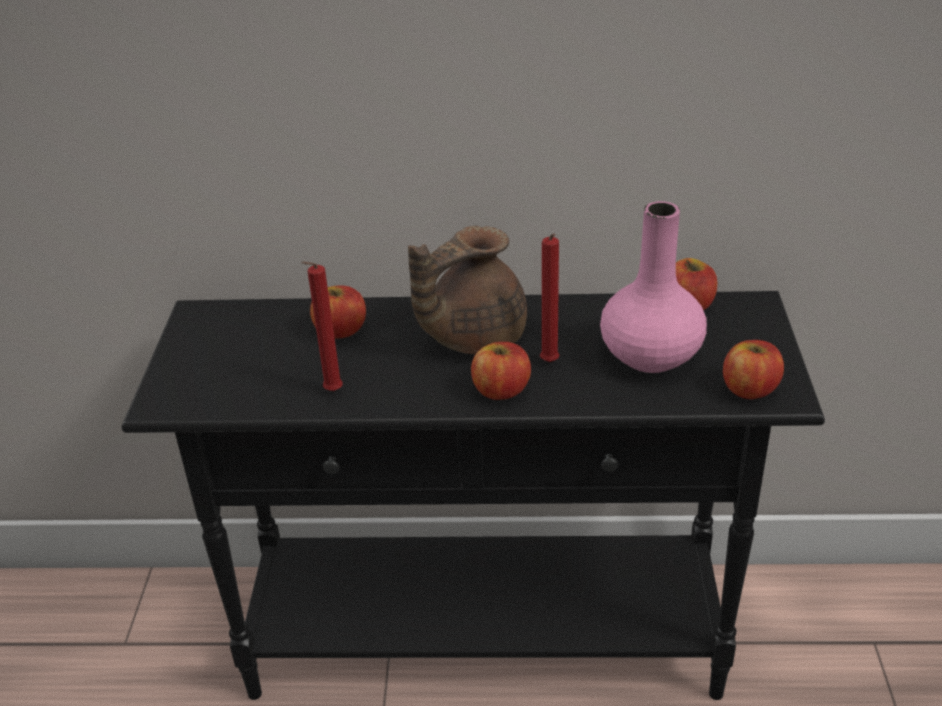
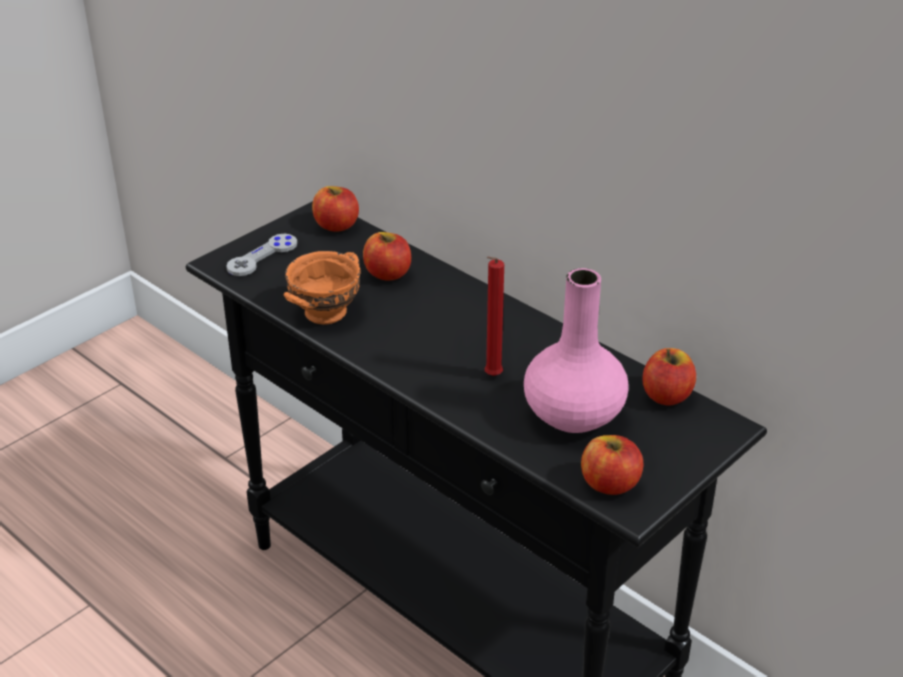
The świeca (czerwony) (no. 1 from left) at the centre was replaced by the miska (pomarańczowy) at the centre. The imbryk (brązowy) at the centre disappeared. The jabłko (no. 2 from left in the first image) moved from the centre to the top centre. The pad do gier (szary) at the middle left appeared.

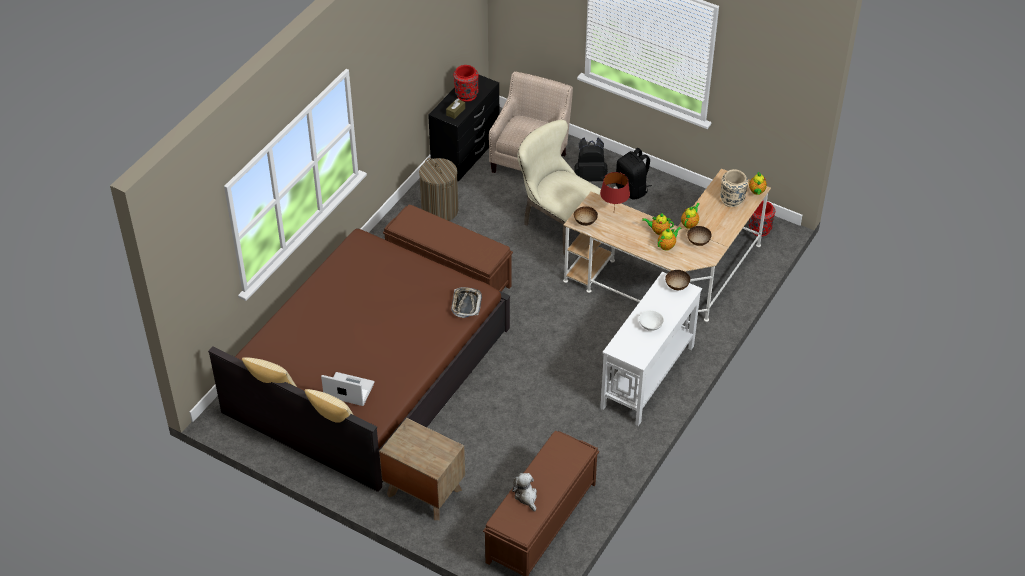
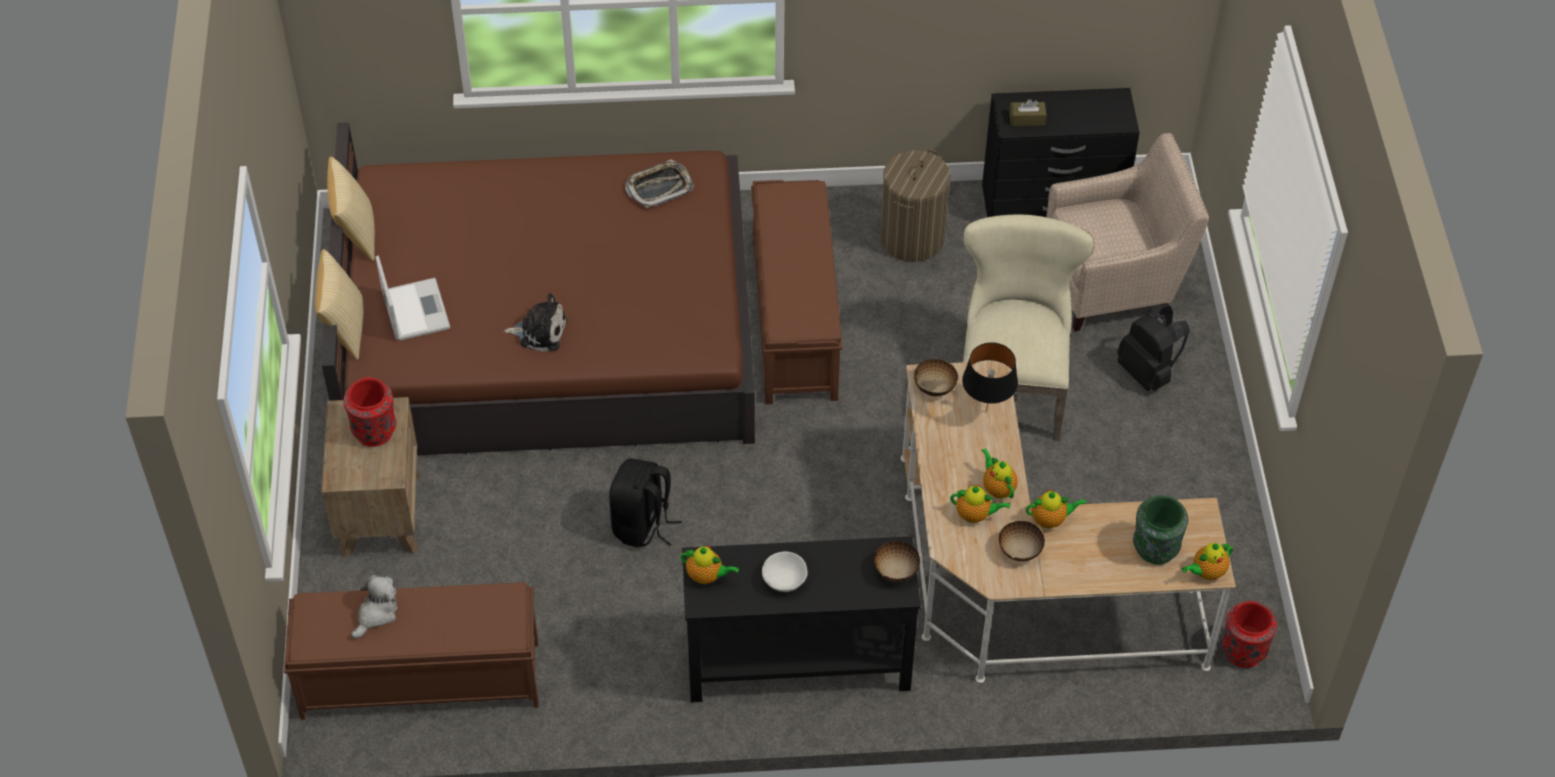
The taca moved from the centre to the top centre. The wazon (czerwony) (no. 1 from left) moved from the top centre to the middle left. The lampa stołowa (czerwony) at the top centre became the lampa stołowa (czarny) at the centre. The stolik konsolowy (biały) at the centre became the stolik konsolowy (czarny) at the bottom centre. The plecak (czarny) (no. 2 from left in the first image) moved from the top centre to the centre. The wazon (beżowy) at the top right became the wazon (zielony) at the bottom right. The pluszak (no. 2 from left) at the centre appeared. The imbryk (no. 1 from left) at the bottom centre appeared.

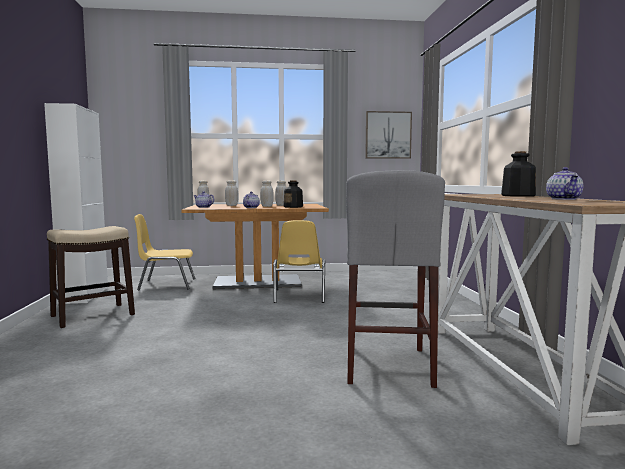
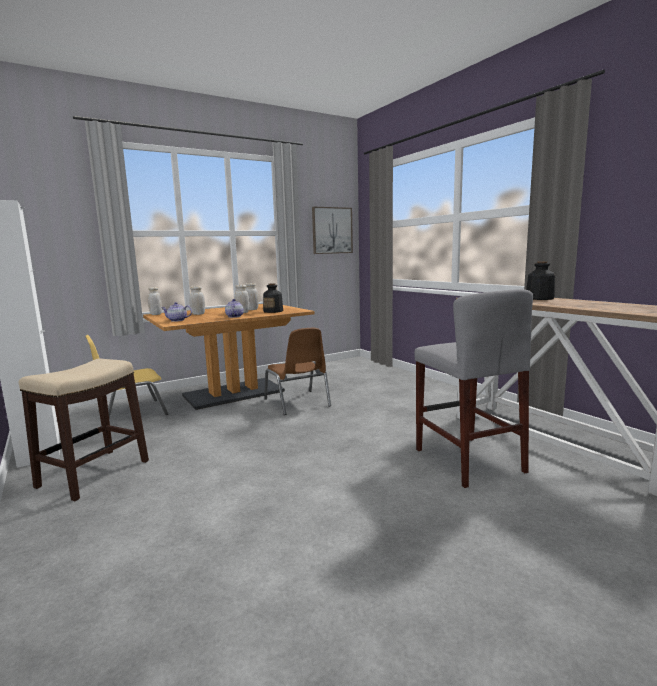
The krzesło (żółty) (no. 2 from left) at the centre became the krzesło (brązowy) at the centre. The imbryk (no. 3 from left) at the middle right disappeared.

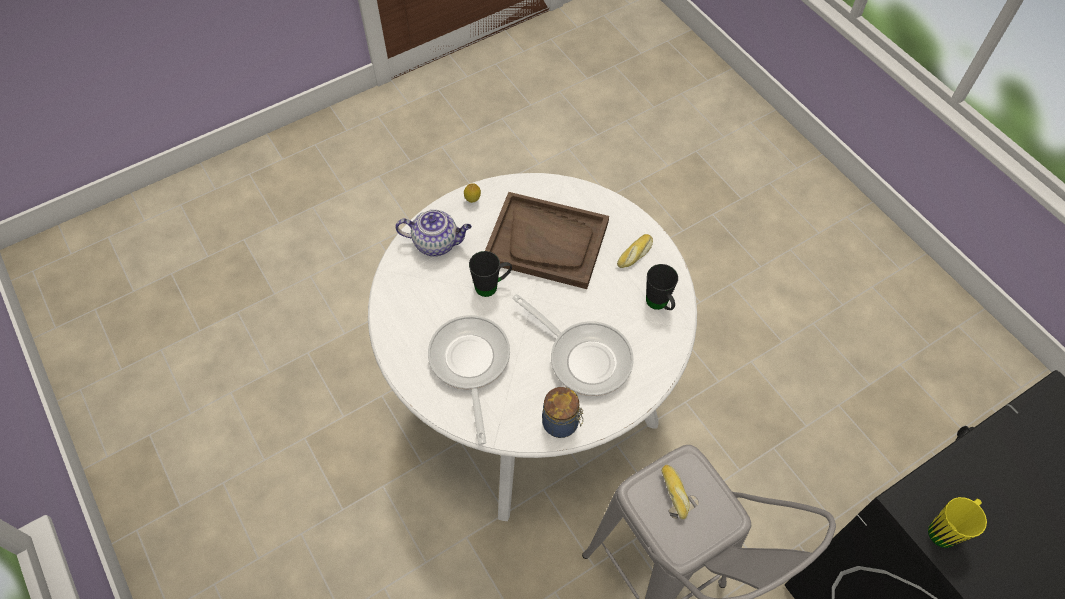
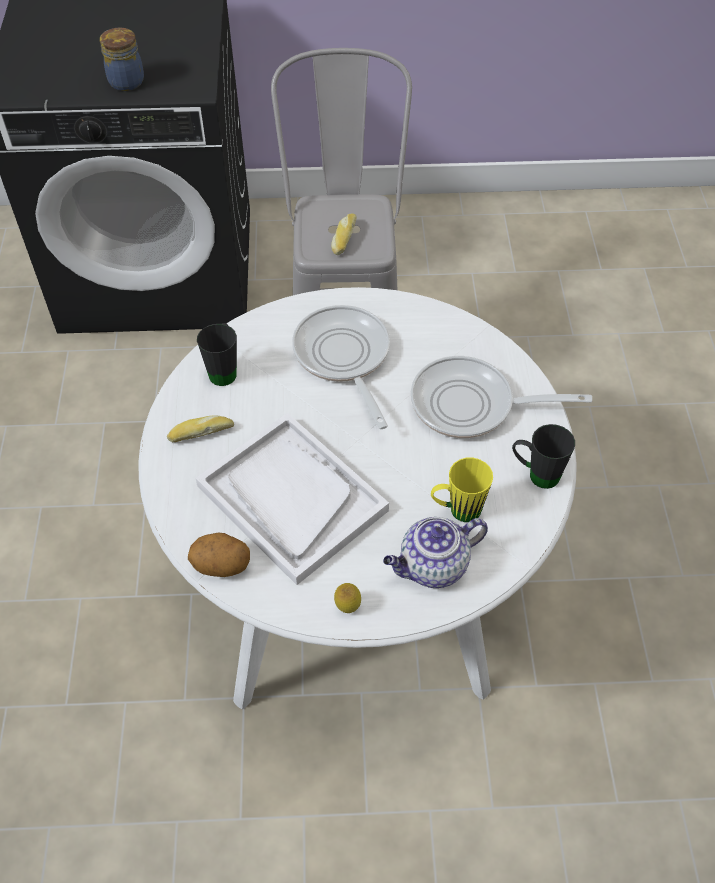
The imbryk at the centre turned 60 degrees counterclockwise. The patelnia (no. 1 from left in the first image) at the centre turned 75 degrees clockwise. The kubek (czarny) (no. 1 from left in the first image) moved from the centre to the middle right. The taca (brązowy) at the centre became the taca (biały) at the centre. The słoik moved from the bottom centre to the top left. The kubek (żółty) moved from the bottom right to the centre. The ziemniak at the middle left appeared.

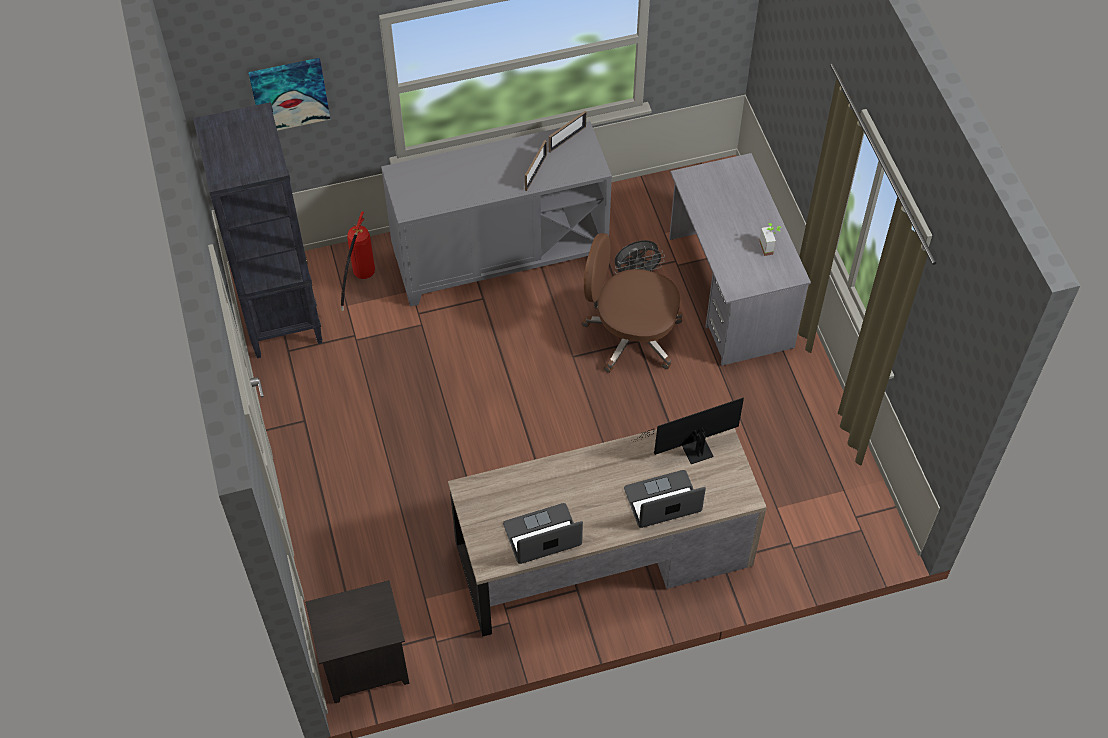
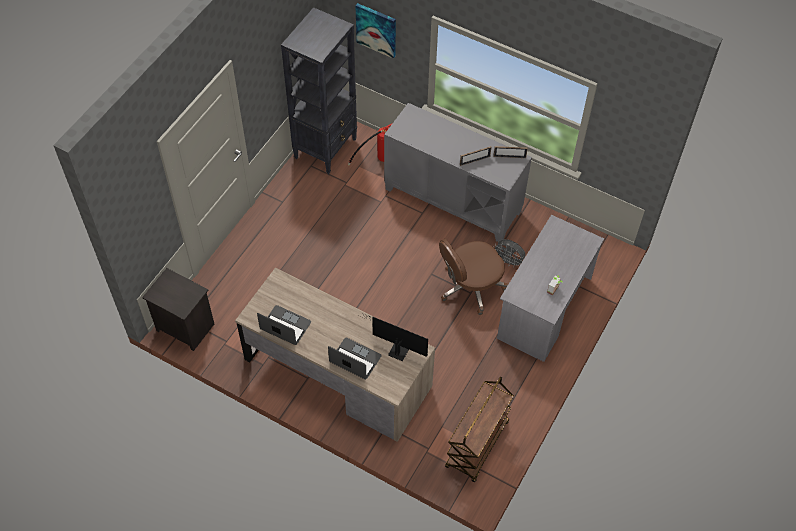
The krzesło biurowe (brązowy) at the centre turned 90 degrees counterclockwise. The wózek (brązowy) at the bottom centre appeared.

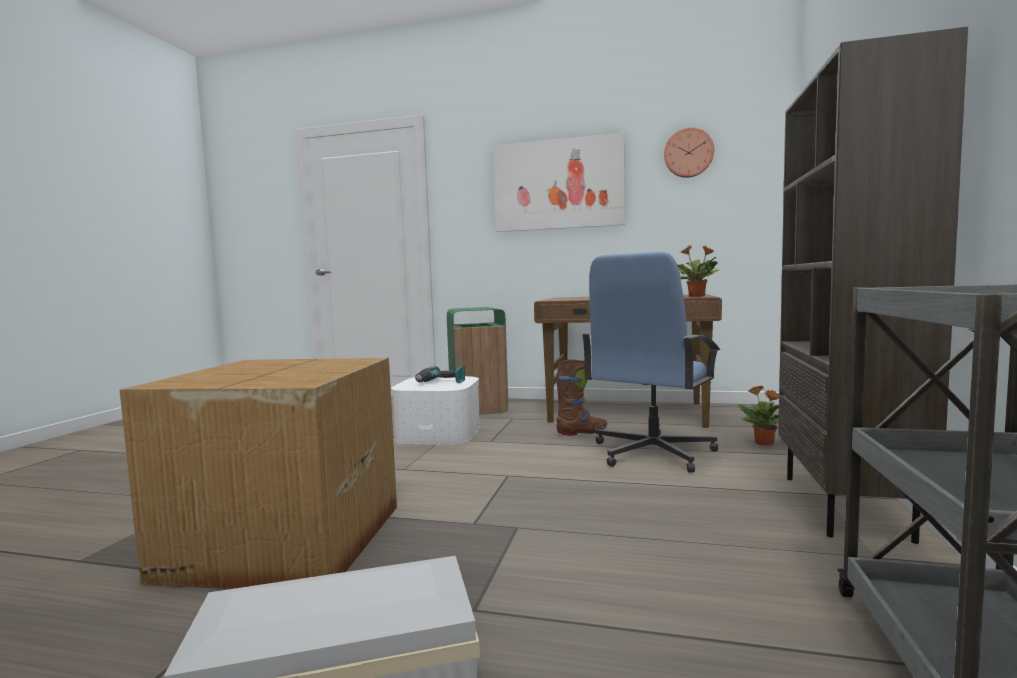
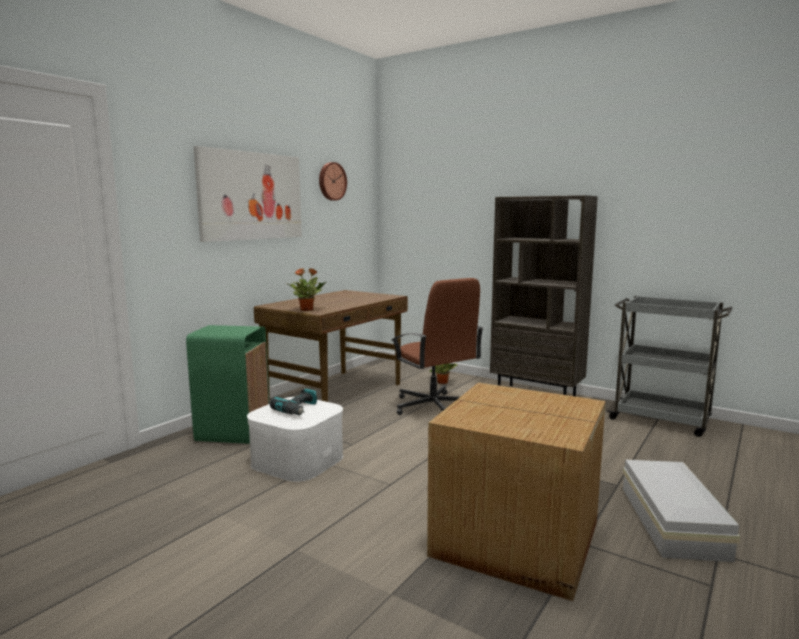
The but z cholewką (brązowy) at the centre disappeared. The krzesło biurowe (niebieski) at the centre became the krzesło biurowe (brązowy) at the centre. The roślina doniczkowa (no. 1 from left) moved from the middle right to the centre.

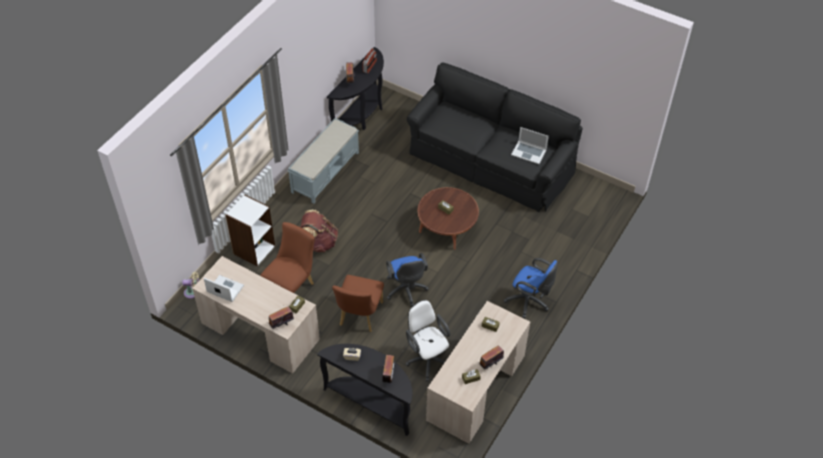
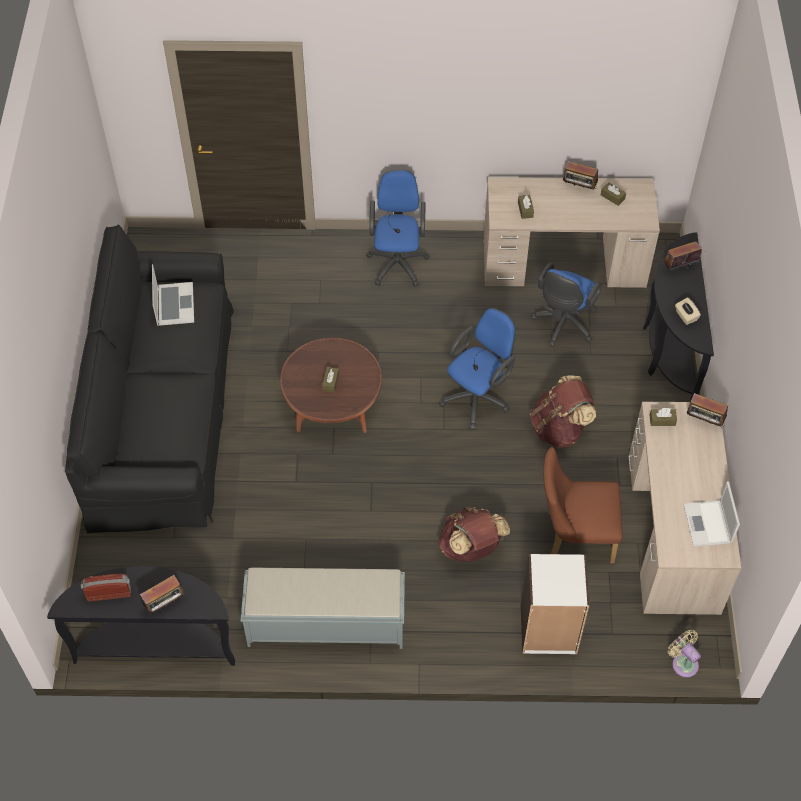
The krzesło (brązowy) (no. 2 from left) at the centre was replaced by the plecak (brązowy) (no. 2 from left) at the middle right. The krzesło biurowe (biały) at the bottom centre became the krzesło biurowe (niebieski) (no. 3 from left) at the middle right.

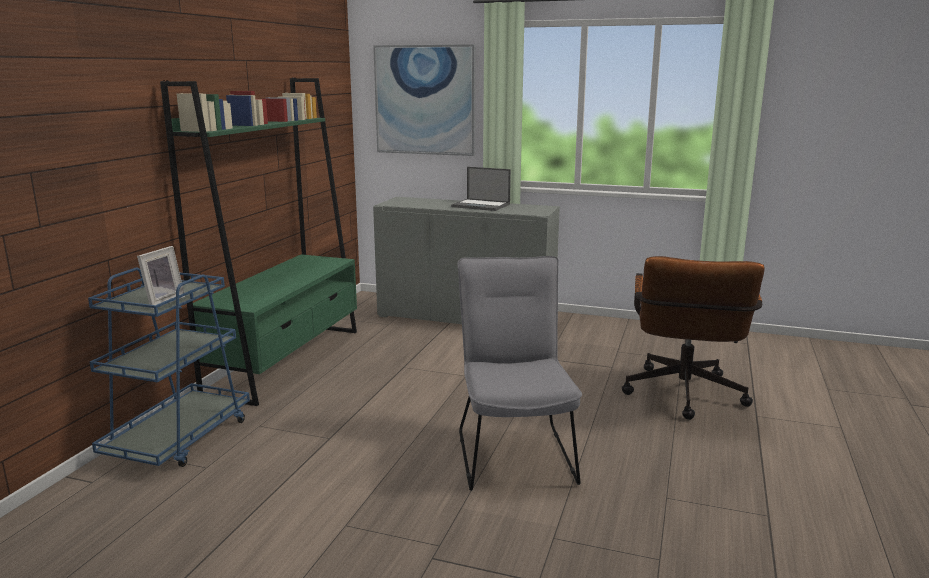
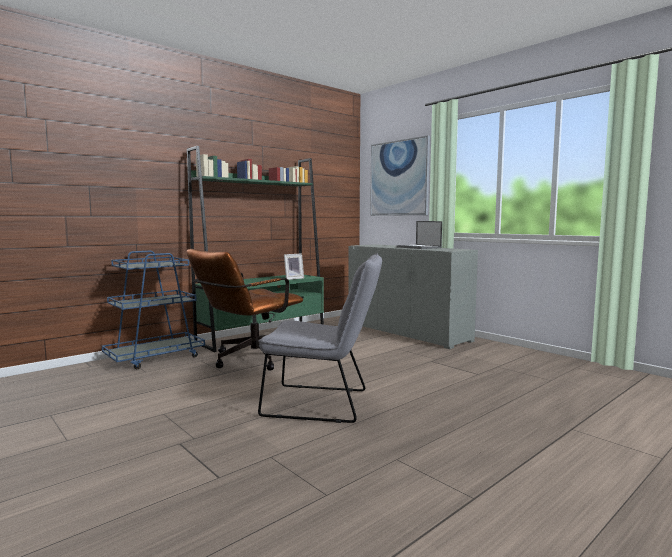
The ramka na zdjęcie moved from the middle left to the centre. The krzesło (szary) at the centre turned 75 degrees clockwise. The krzesło biurowe (brązowy) moved from the middle right to the centre.

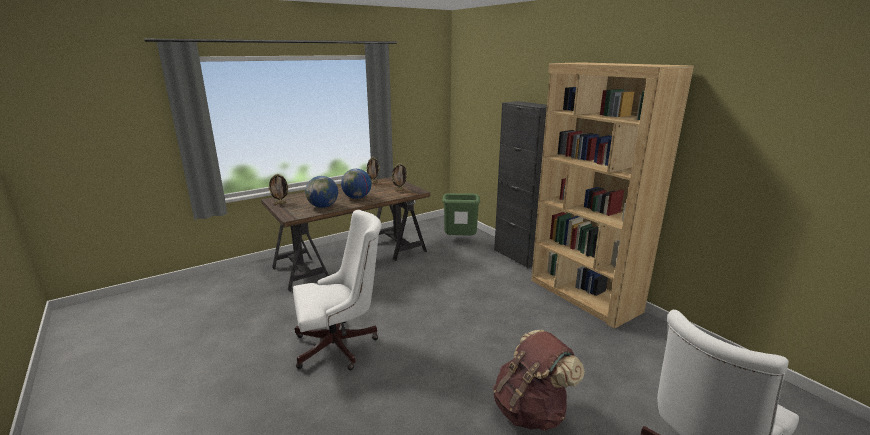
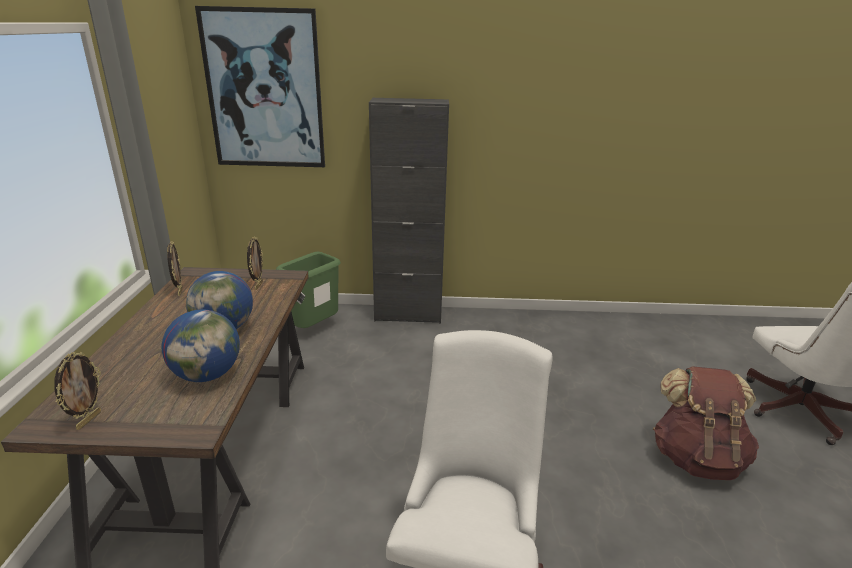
The regał (brązowy) at the middle right disappeared. The obraz at the top left appeared.

